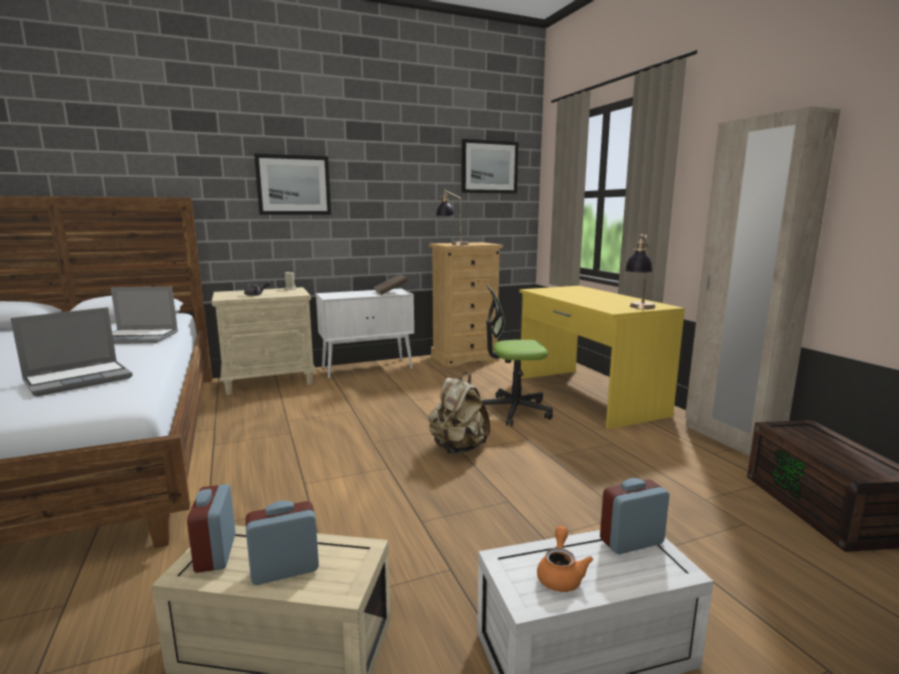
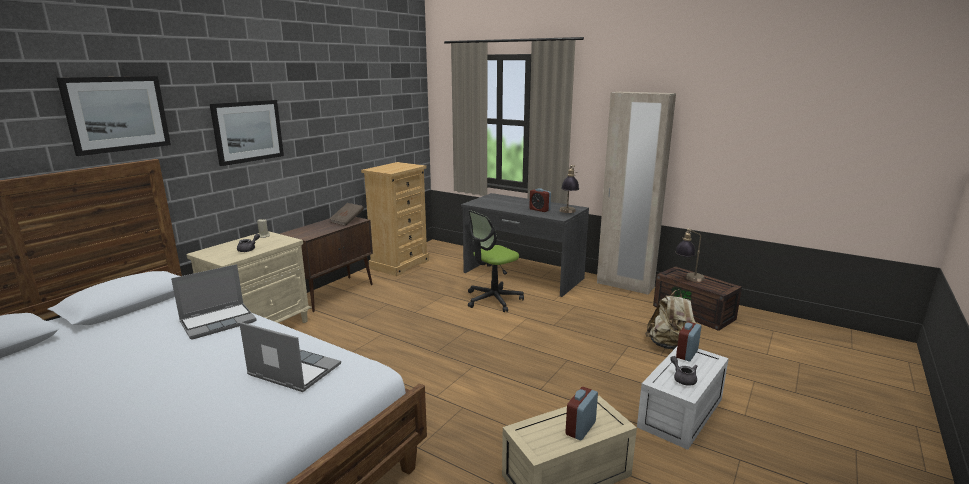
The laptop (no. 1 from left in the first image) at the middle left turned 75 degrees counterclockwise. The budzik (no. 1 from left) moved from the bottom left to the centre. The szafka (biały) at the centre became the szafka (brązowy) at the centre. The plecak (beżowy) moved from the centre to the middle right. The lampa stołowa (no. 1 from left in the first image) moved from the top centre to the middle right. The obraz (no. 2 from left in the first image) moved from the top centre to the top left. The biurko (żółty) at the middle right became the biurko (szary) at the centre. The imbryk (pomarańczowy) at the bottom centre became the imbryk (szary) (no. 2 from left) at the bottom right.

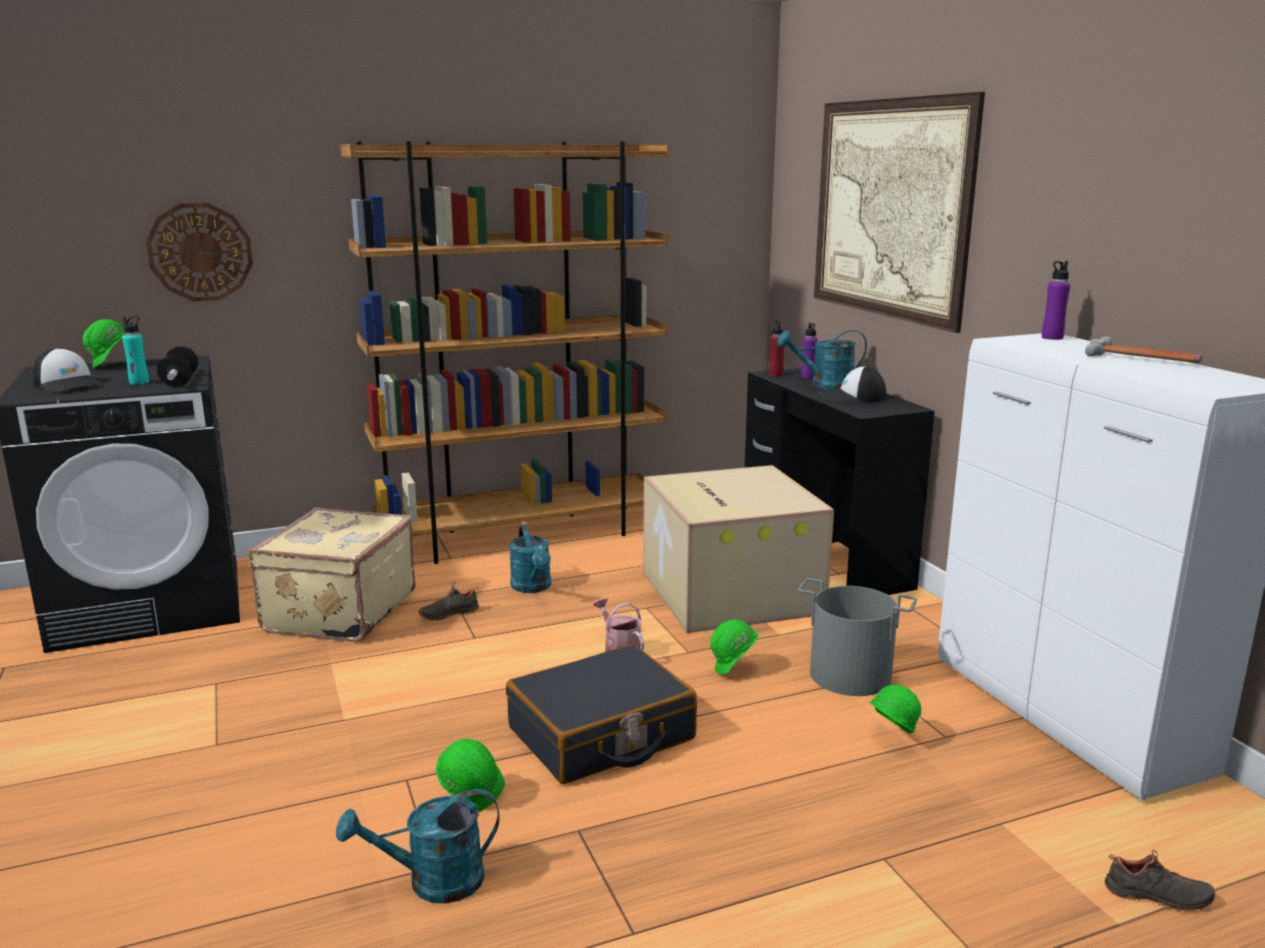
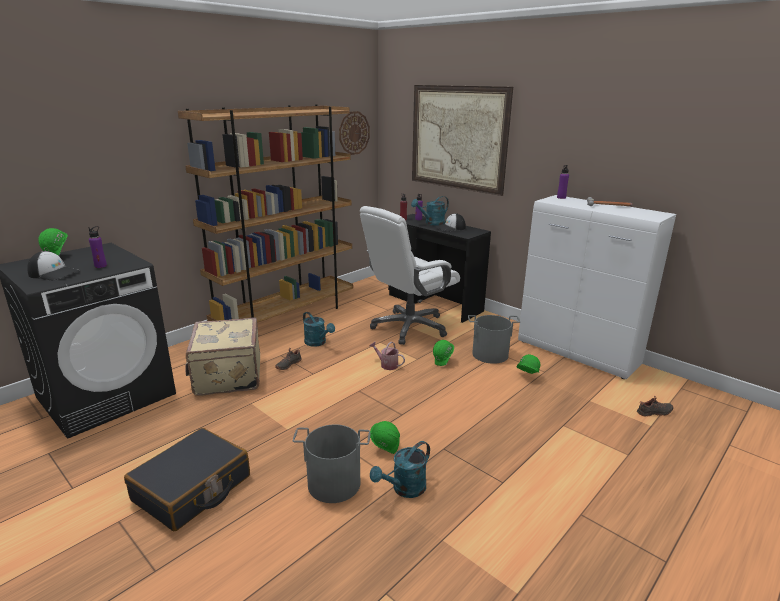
The butelka (turkusowy) at the middle left became the butelka (fioletowy) (no. 1 from left) at the middle left. The zegar ścienny moved from the top left to the top centre. The hantel at the middle left disappeared. The walizka (czarny) moved from the bottom centre to the bottom left. The karton at the centre was replaced by the krzesło biurowe (biały) at the centre. The wiadro (szary) (no. 1 from left) at the bottom centre appeared.

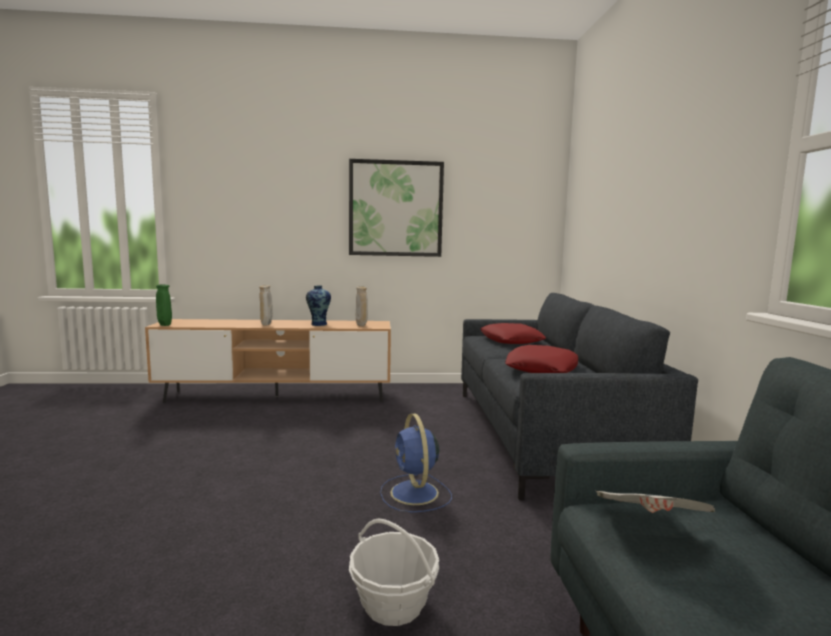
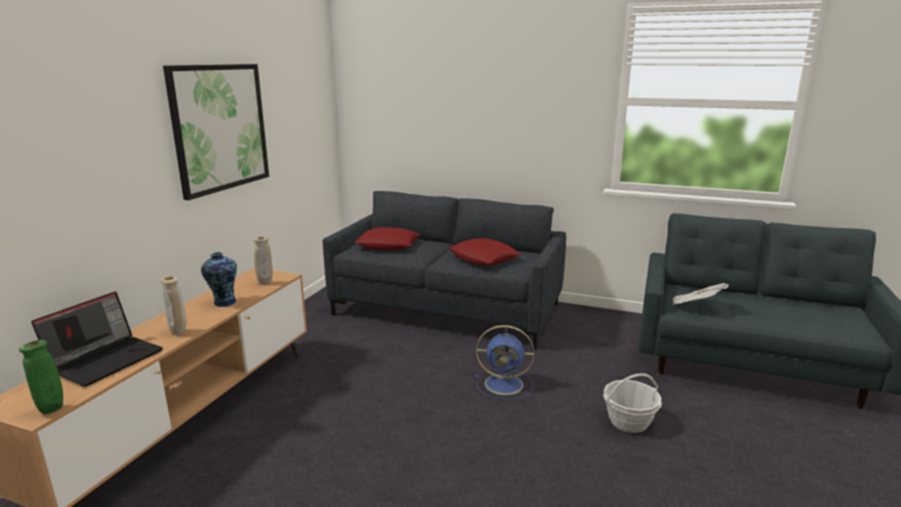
The laptop at the bottom left appeared.

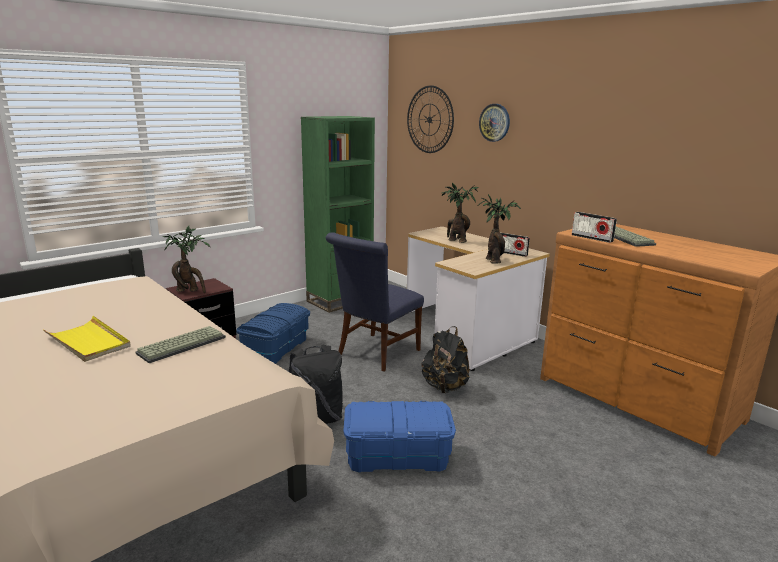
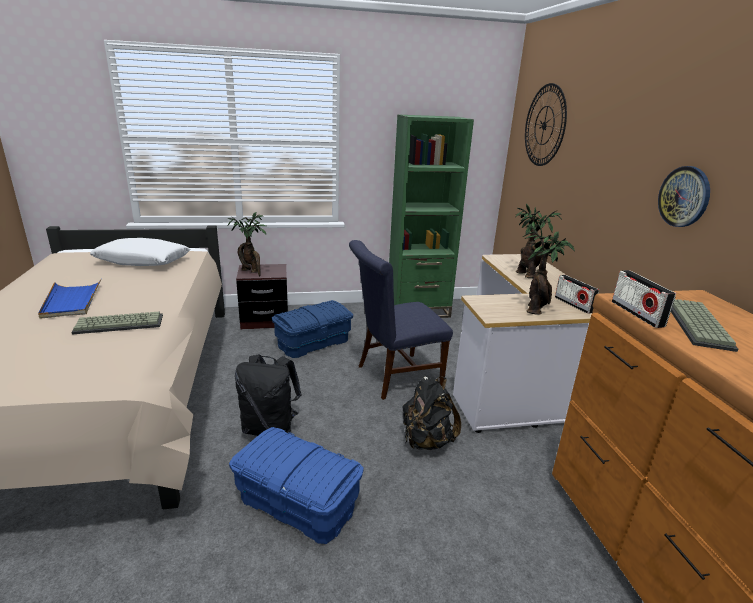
The taca (żółty) at the middle left became the taca (niebieski) at the middle left. The zegar ścienny (no. 2 from left) moved from the top centre to the top right. The poduszka (biały) at the middle left appeared.

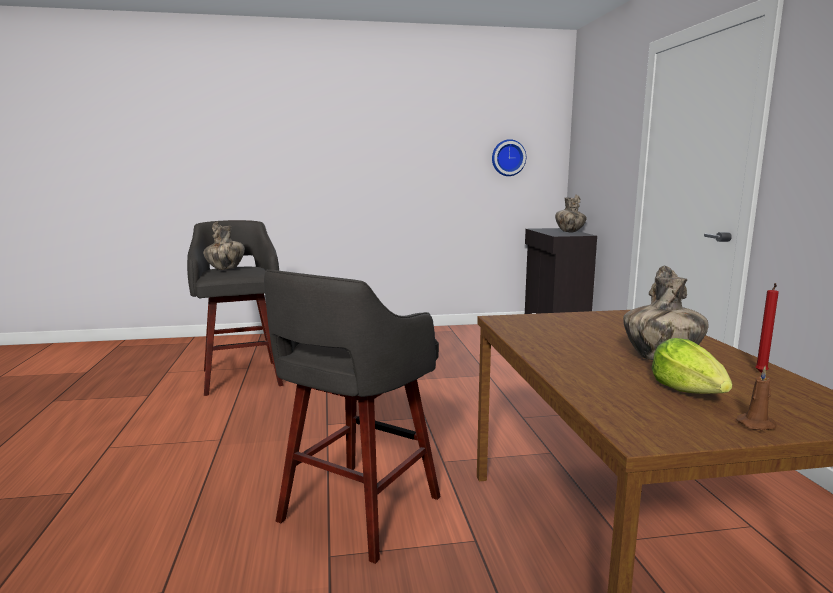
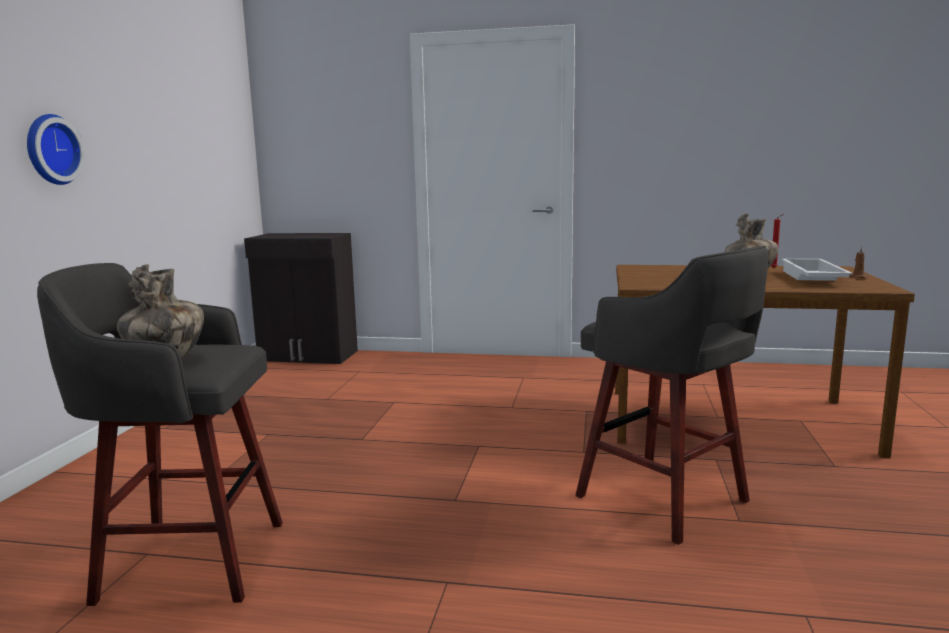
The zegar ścienny moved from the top centre to the top left. The wazon (no. 2 from left) at the middle right disappeared. The sałata at the middle right was replaced by the taca (biały) at the middle right.

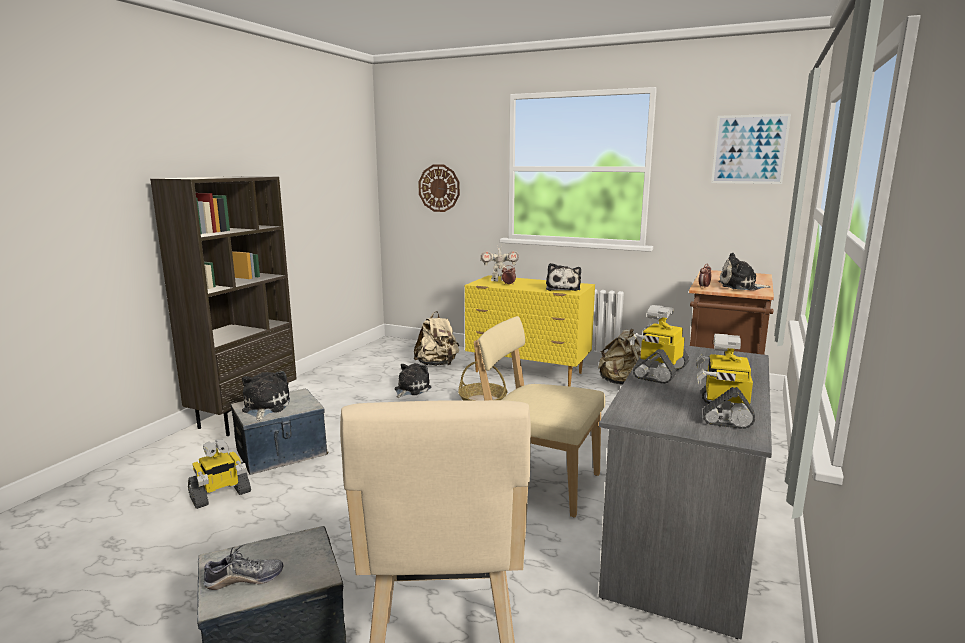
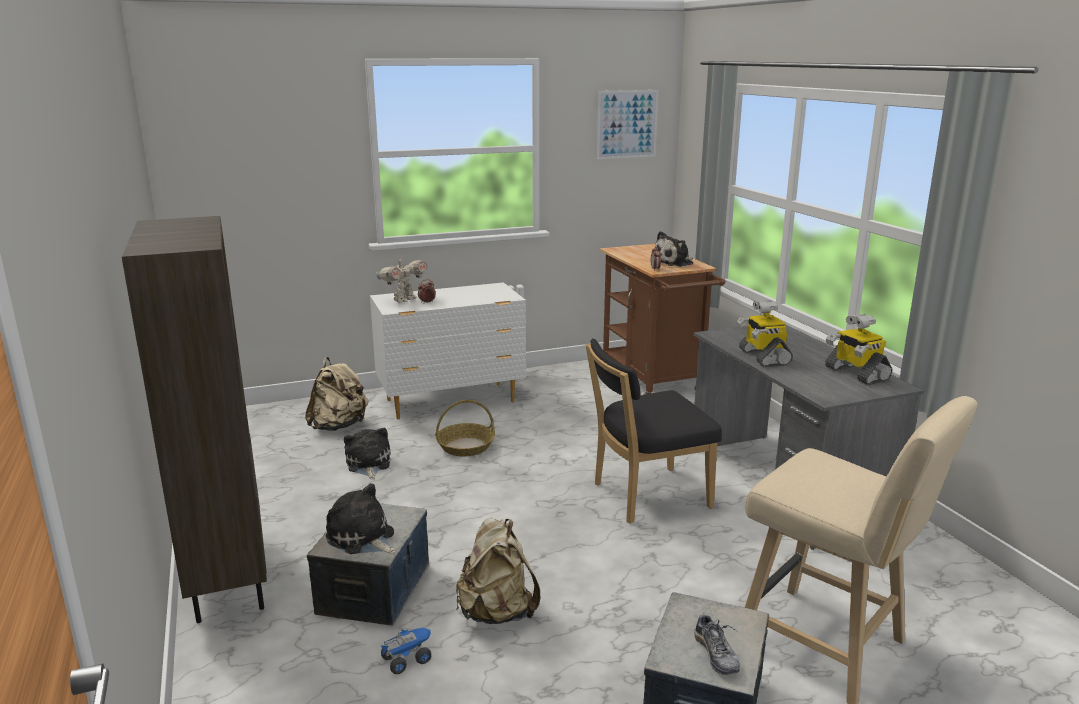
The robot zabawkowy (no. 1 from left) at the bottom left was replaced by the ciężarówka zabawkowa at the bottom centre. The but at the bottom left turned 135 degrees clockwise. The zegar ścienny at the top centre disappeared. The komoda (żółty) at the centre became the komoda (biały) at the centre. The krzesło (beżowy) at the centre became the krzesło (czarny) at the centre. The pluszak (no. 3 from left) at the centre disappeared. The plecak (beżowy) (no. 2 from left) moved from the centre to the bottom centre.

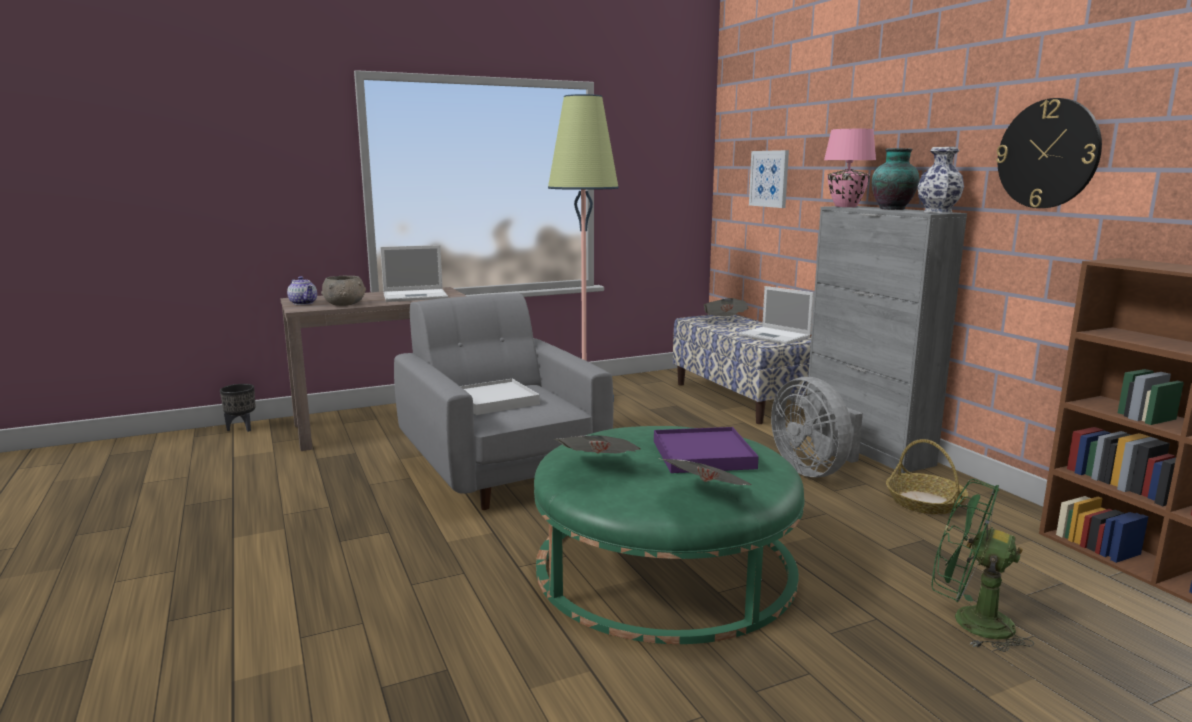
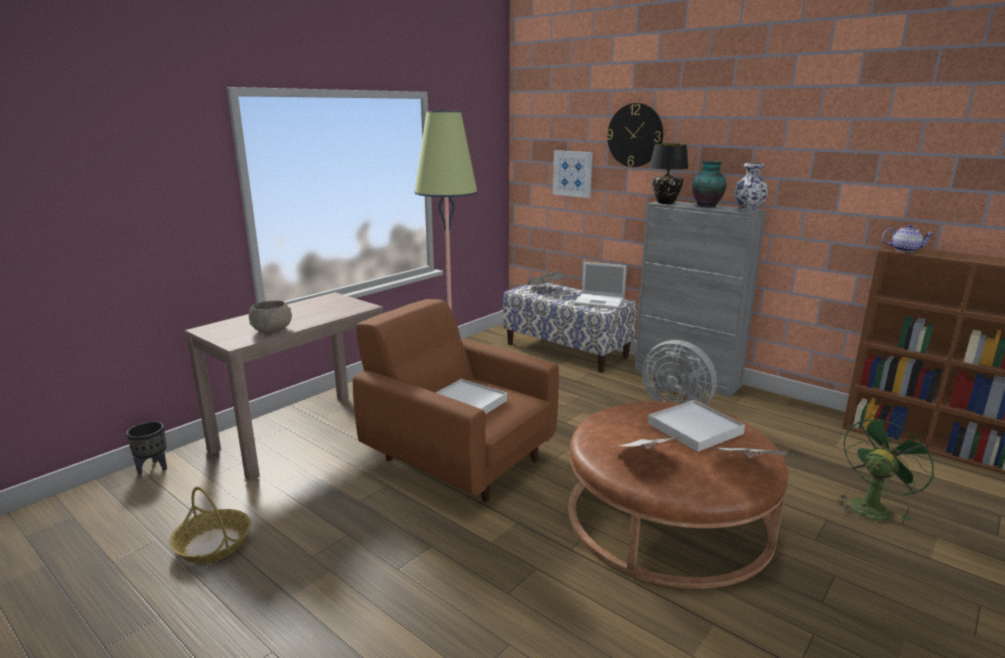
The imbryk moved from the middle left to the middle right. The laptop (no. 1 from left) at the centre disappeared. The fotel (szary) at the centre became the fotel (brązowy) at the centre. The pufa (zielony) at the bottom centre became the pufa (brązowy) at the bottom right. The taca (fioletowy) at the centre became the taca (biały) (no. 2 from left) at the middle right. The lampa stołowa (różowy) at the top right became the lampa stołowa (czarny) at the top centre. The koszyk moved from the middle right to the bottom left. The wentylator (zielony) at the bottom right turned 135 degrees clockwise. The zegar ścienny moved from the top right to the top centre.

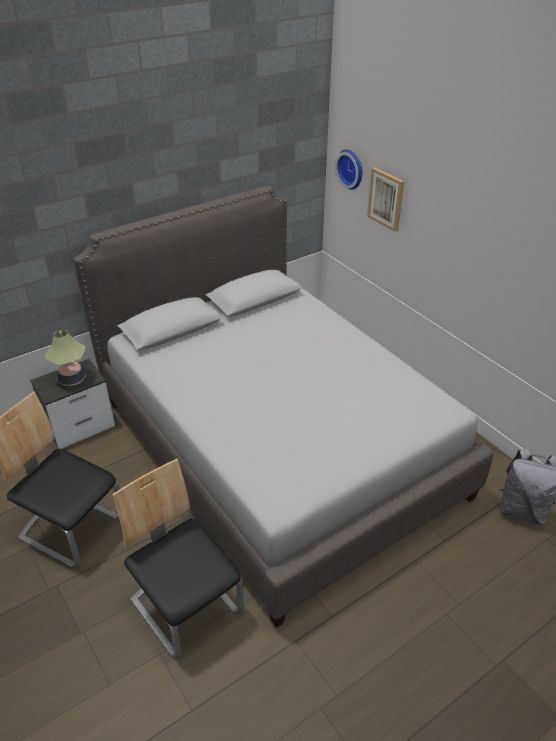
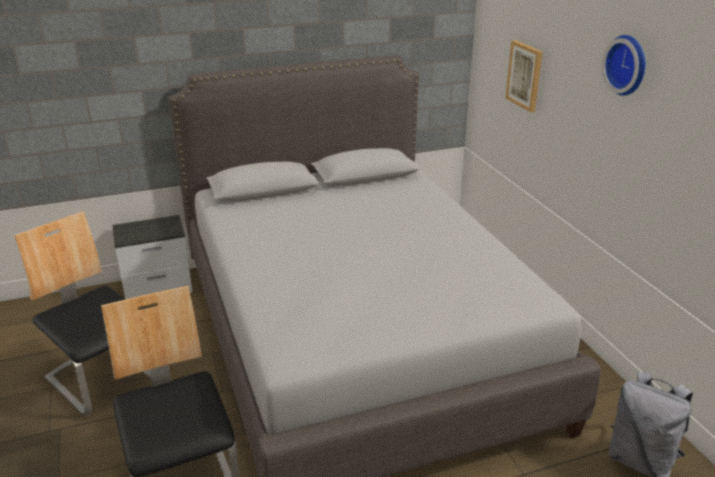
The lampa stołowa at the middle left disappeared. The zegar ścienny moved from the top centre to the top right.

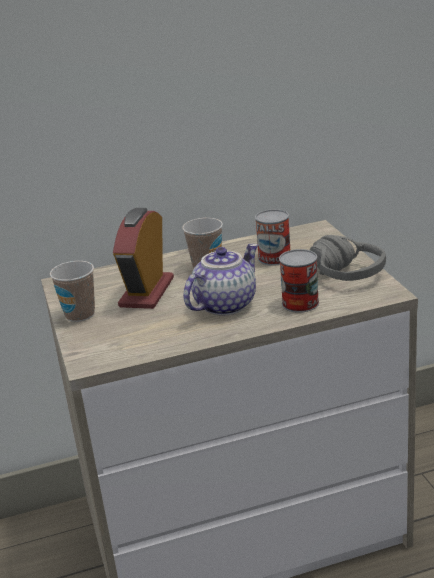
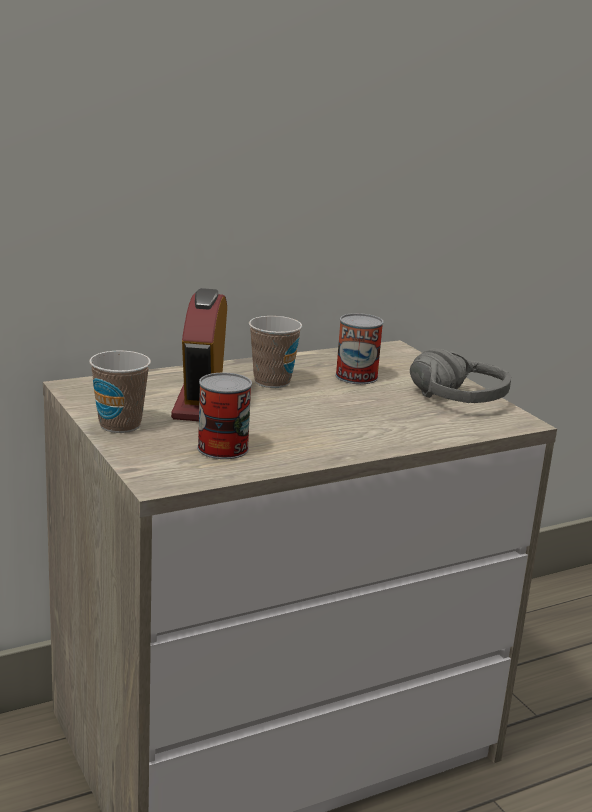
The imbryk at the centre disappeared. The puszka (no. 2 from left in the first image) moved from the middle right to the centre.

